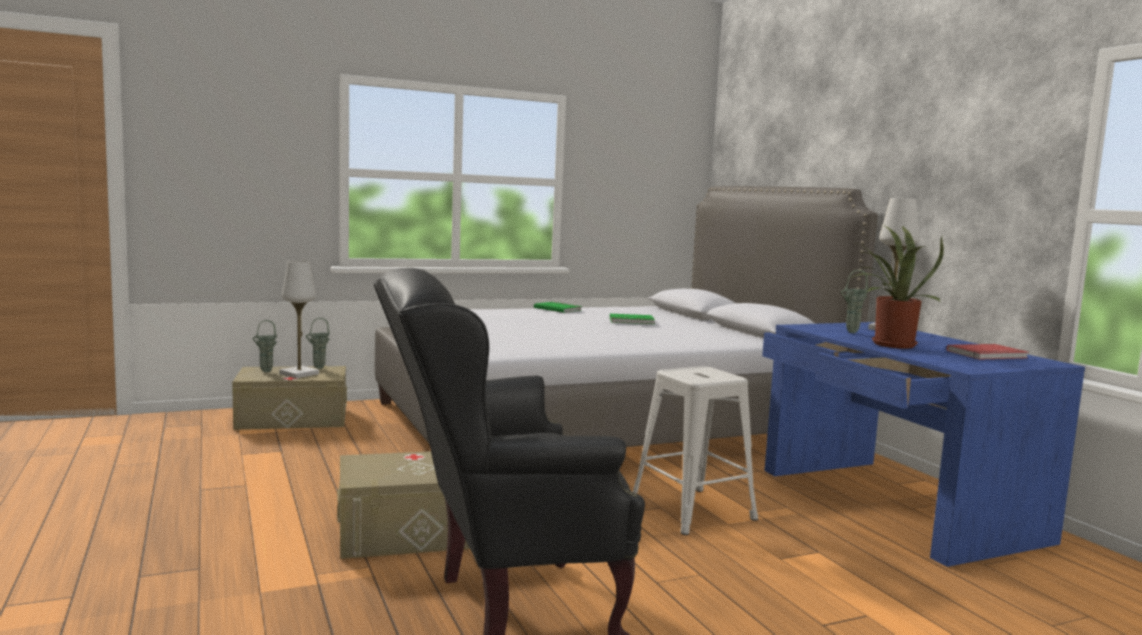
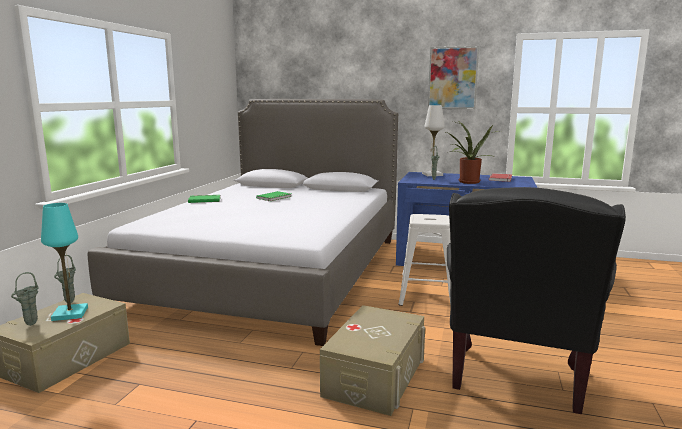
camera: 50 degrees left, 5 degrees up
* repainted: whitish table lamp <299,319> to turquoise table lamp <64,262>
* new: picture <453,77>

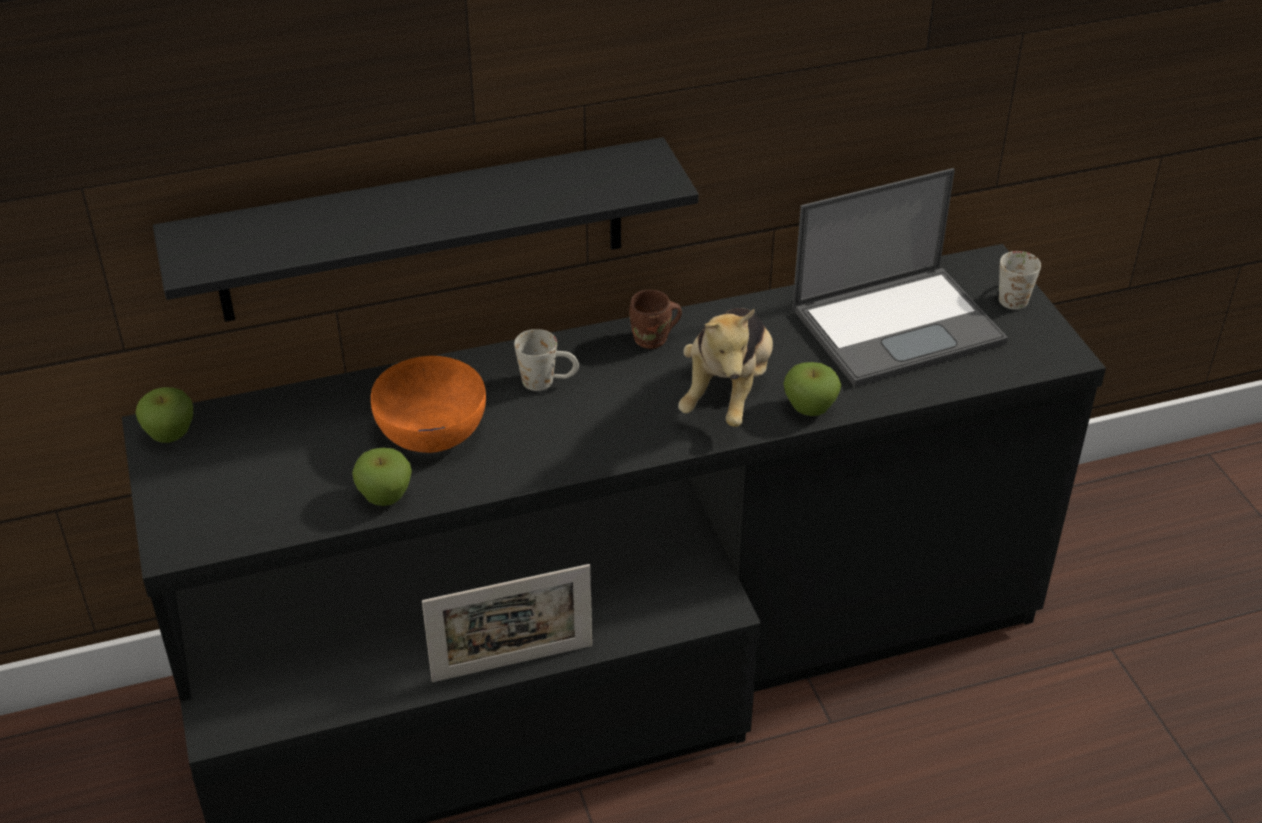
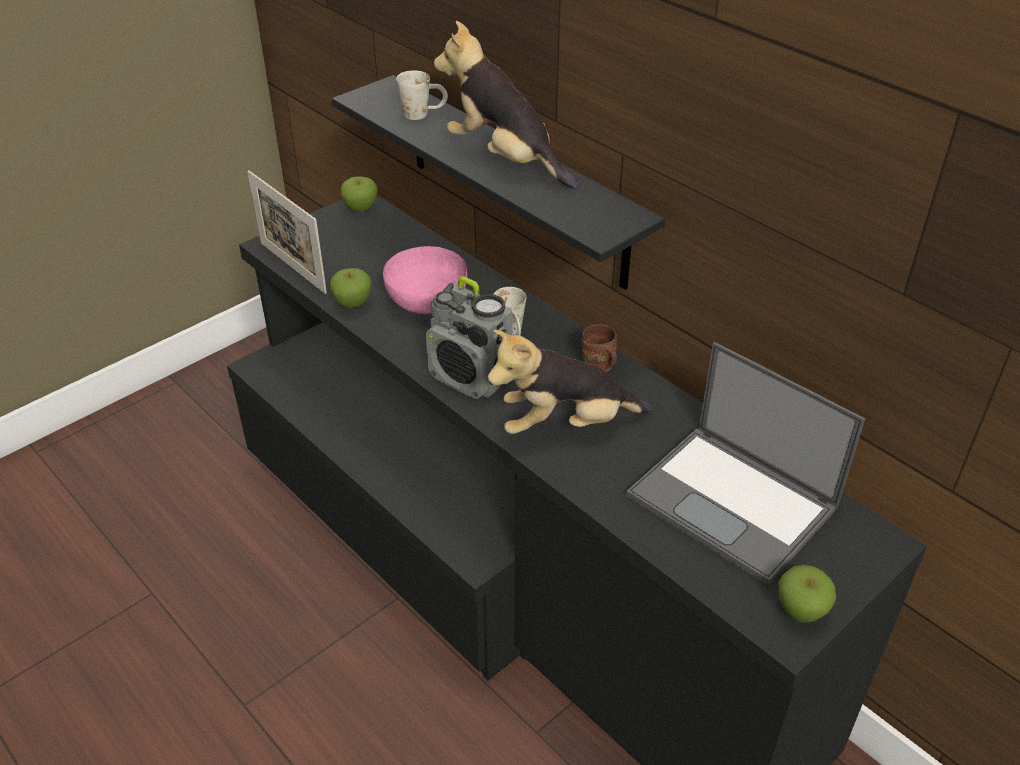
camera: 65 degrees right, 0 degrees up
* shifted: photo frame <507,623> to <287,232>
* repainted: orangey bowl <428,404> to pinkish bowl <425,280>
* shifted: whitish coffee mug <1020,280> to <422,95>
* new: radio set <469,337>
* new: soft toy <506,104>
* shifted: apple fruit <812,389> to <807,594>

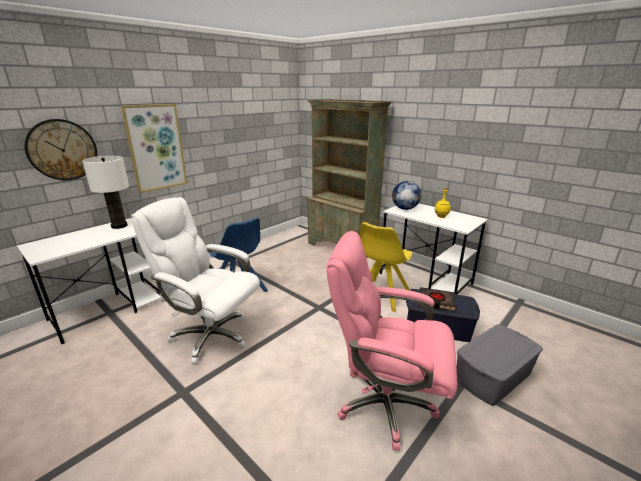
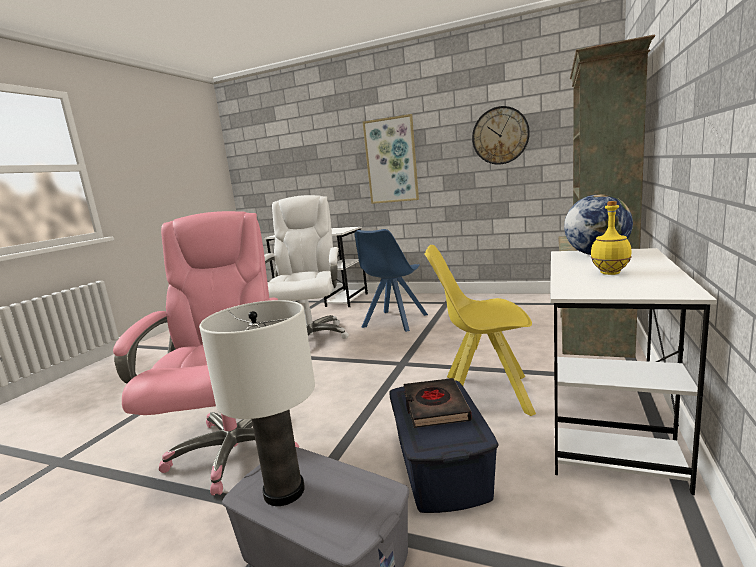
camera: 70 degrees right, 10 degrees down
* shifted: whitish table lamp <105,192> to <257,403>
* shifted: clock on the wall <60,149> to <501,135>

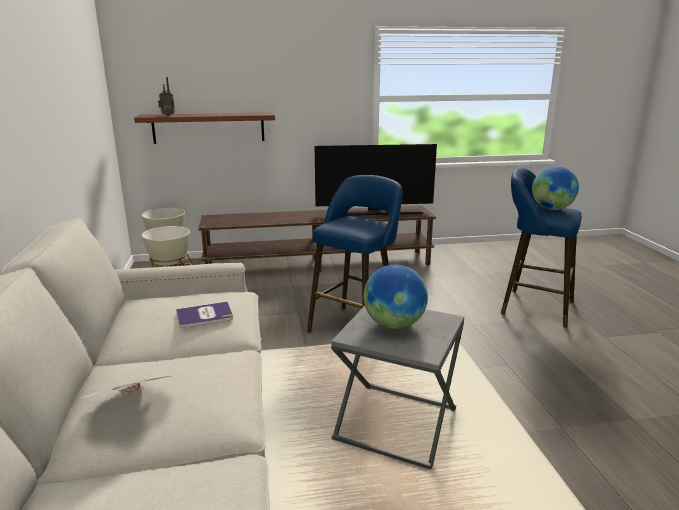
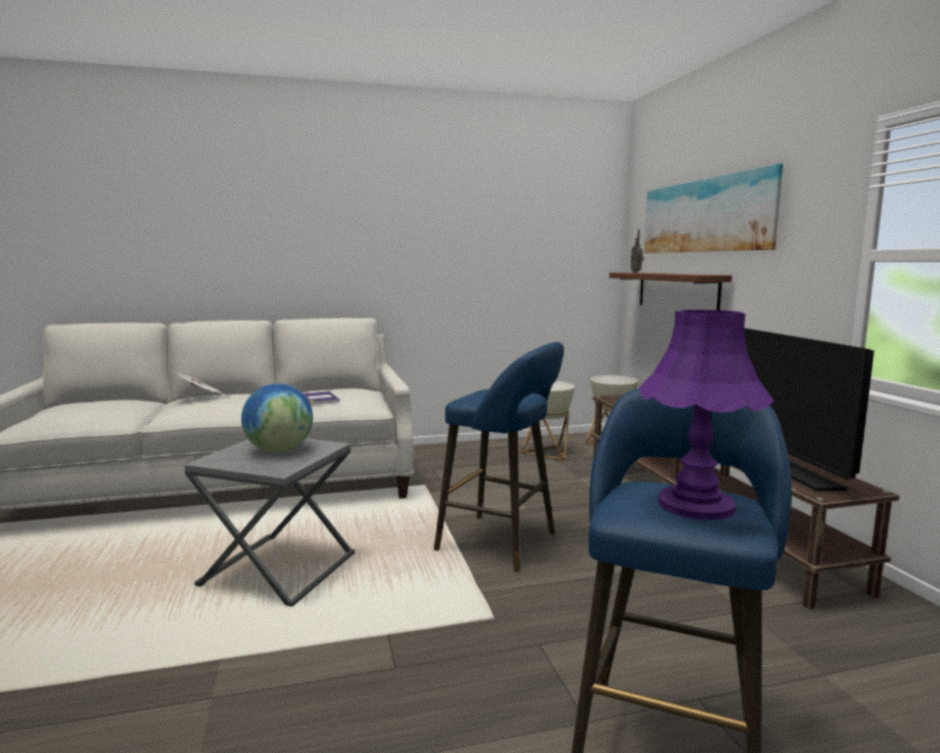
camera: 85 degrees right, 10 degrees down
* swapped: world globe <555,188> to purple table lamp <706,415>
* new: picture <713,208>

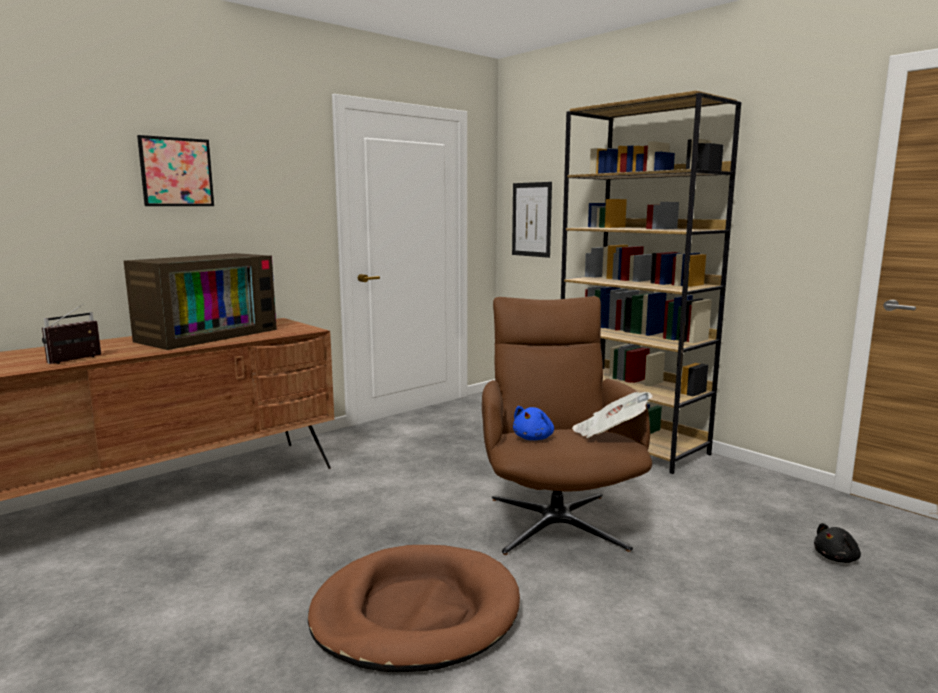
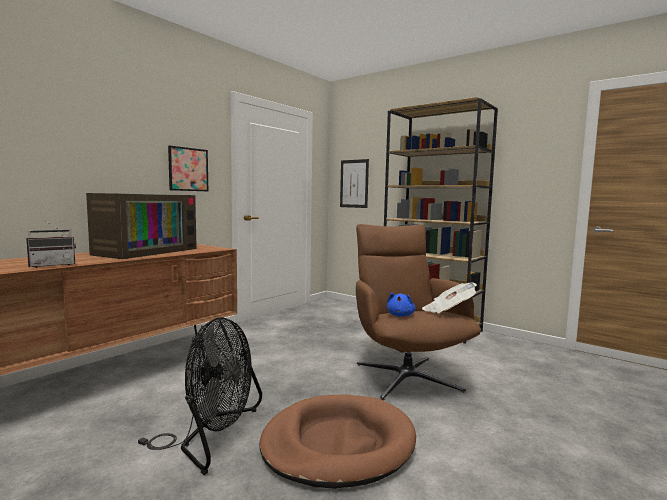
camera: 10 degrees left, 5 degrees down
* rotated: radio set <71,334> = <51,244> 150 degrees counterclockwise
* new: black cooling fan <200,396>
* shifted: picture <175,170> to <188,168>
* gone: black soft toy <837,543>

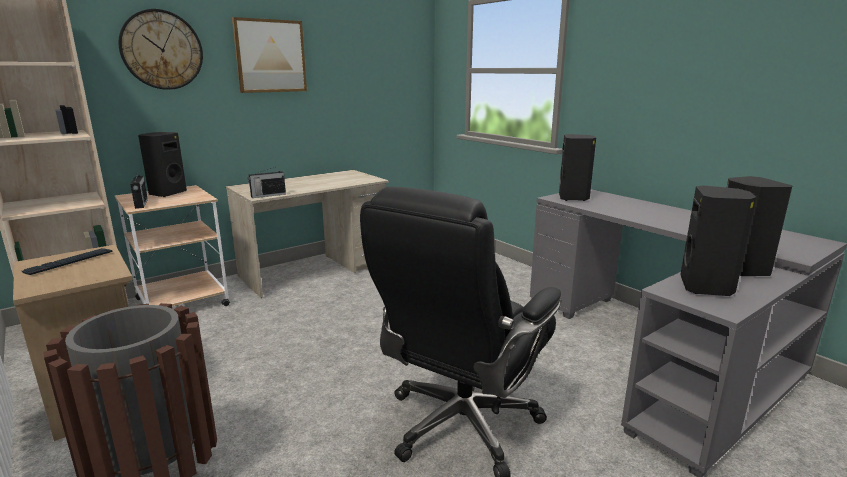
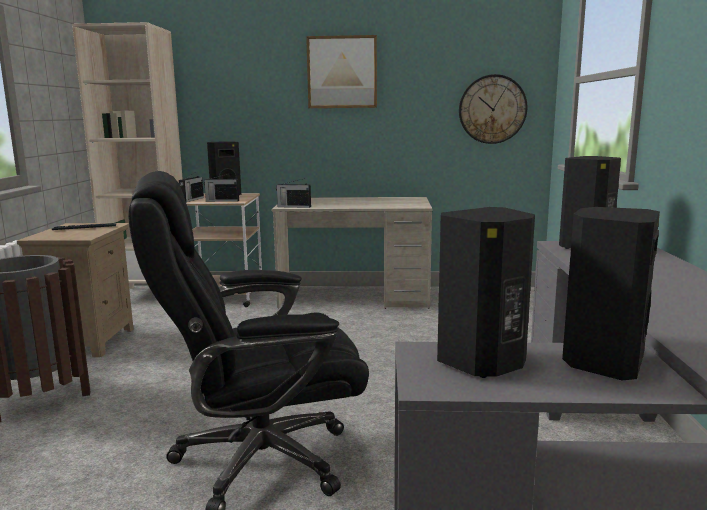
camera: 40 degrees right, 5 degrees down
* new: radio set <221,188>
* shifted: clock on the wall <160,49> to <493,109>

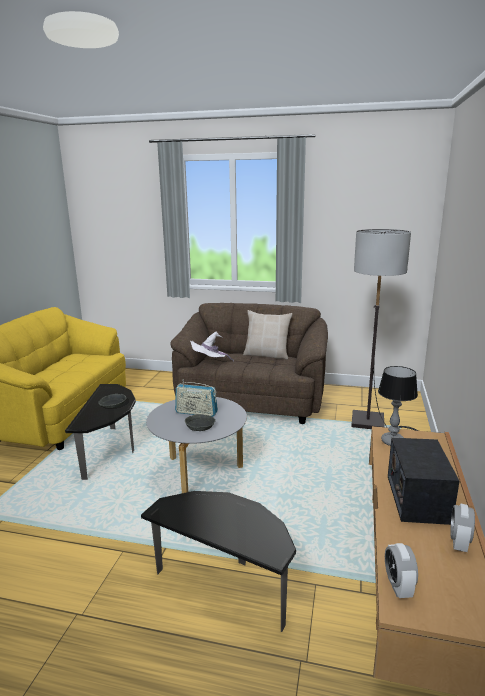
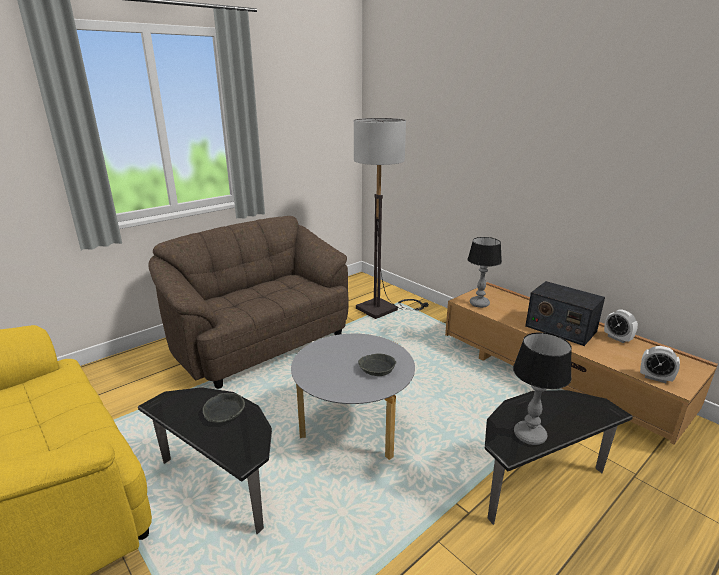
camera: 55 degrees left, 5 degrees up
* new: table lamp <542,388>
* gone: radio set <196,398>
* gone: whitish wearable hat <212,347>
* gone: sand-coloured cushion <268,335>

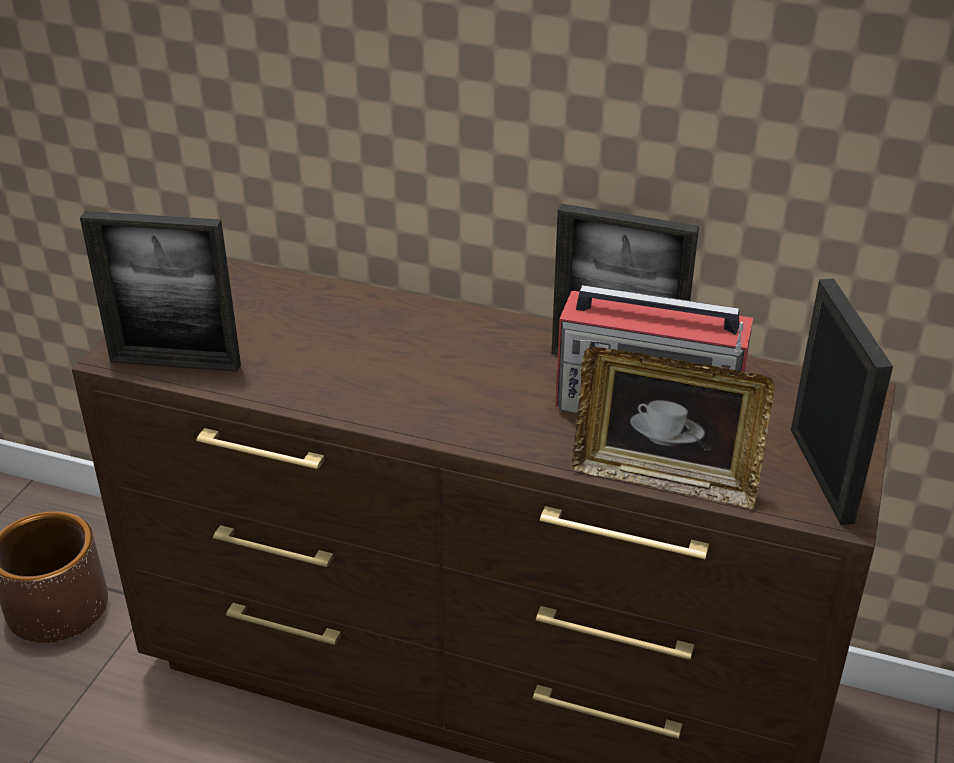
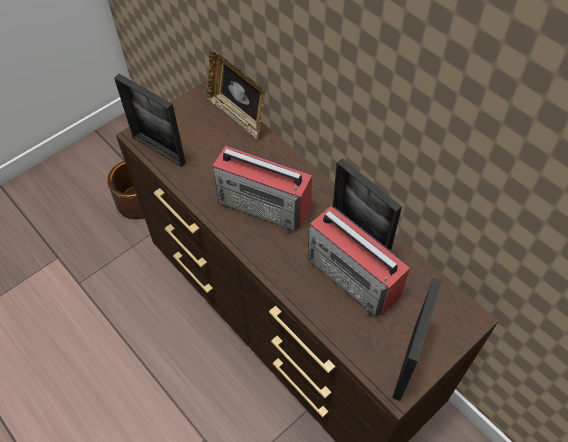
camera: 30 degrees right, 20 degrees up
* shifted: photo frame <673,428> to <236,95>
* new: radio set <262,188>

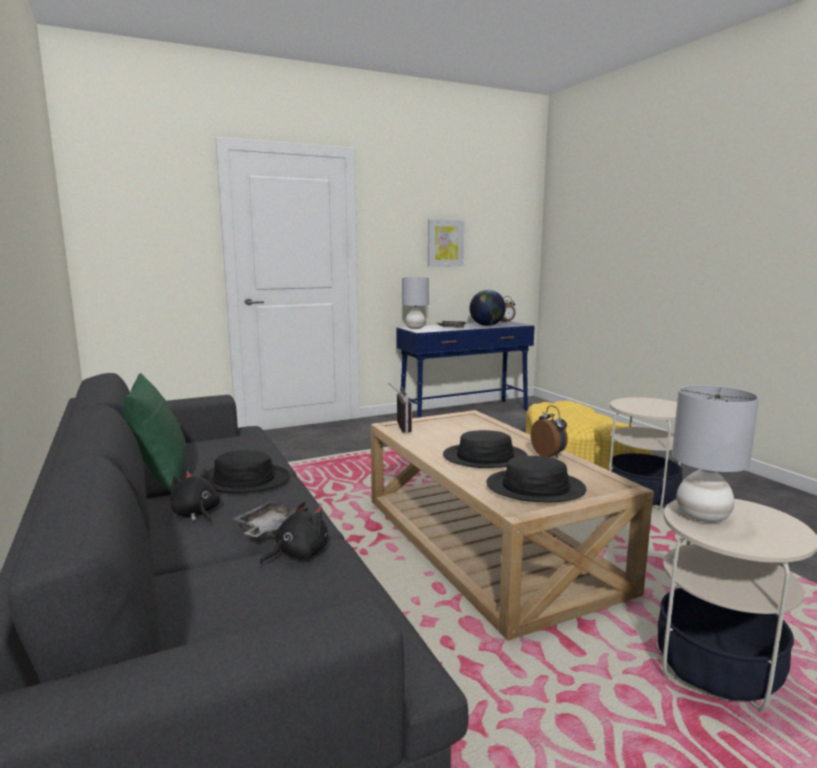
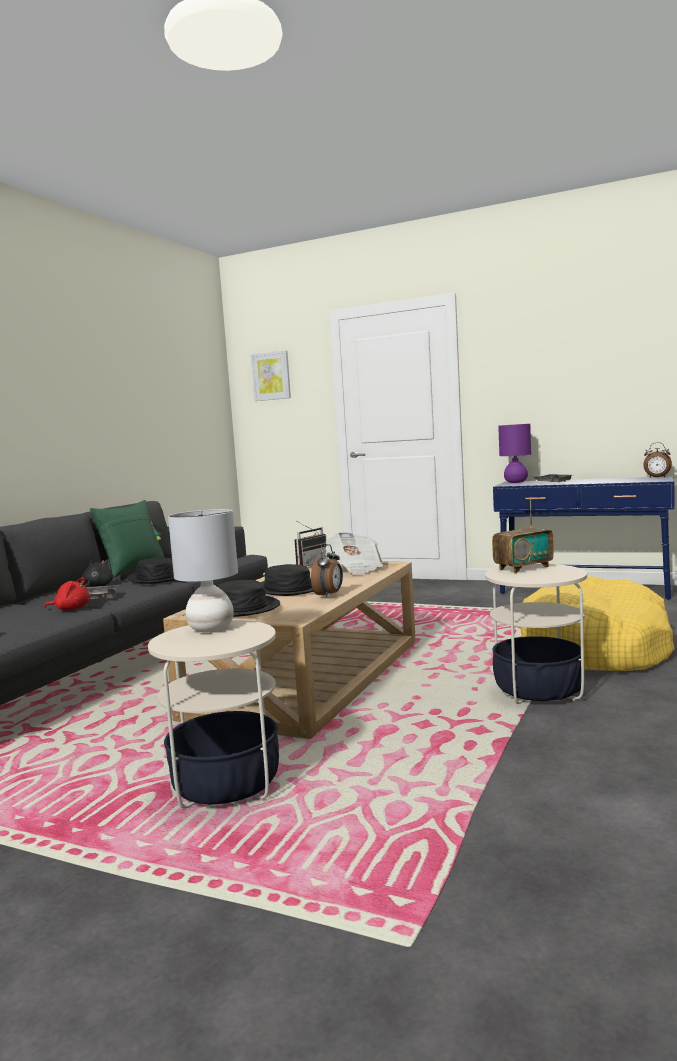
camera: 50 degrees right, 5 degrees down
* repainted: black soft toy <293,533> to red-coloured soft toy <67,593>
* shifted: picture <446,243> to <271,375>
* new: printed paper <354,553>
* new: radio set <523,535>
* repainted: grey table lamp <415,303> to purple table lamp <514,453>
* gone: world globe <488,308>

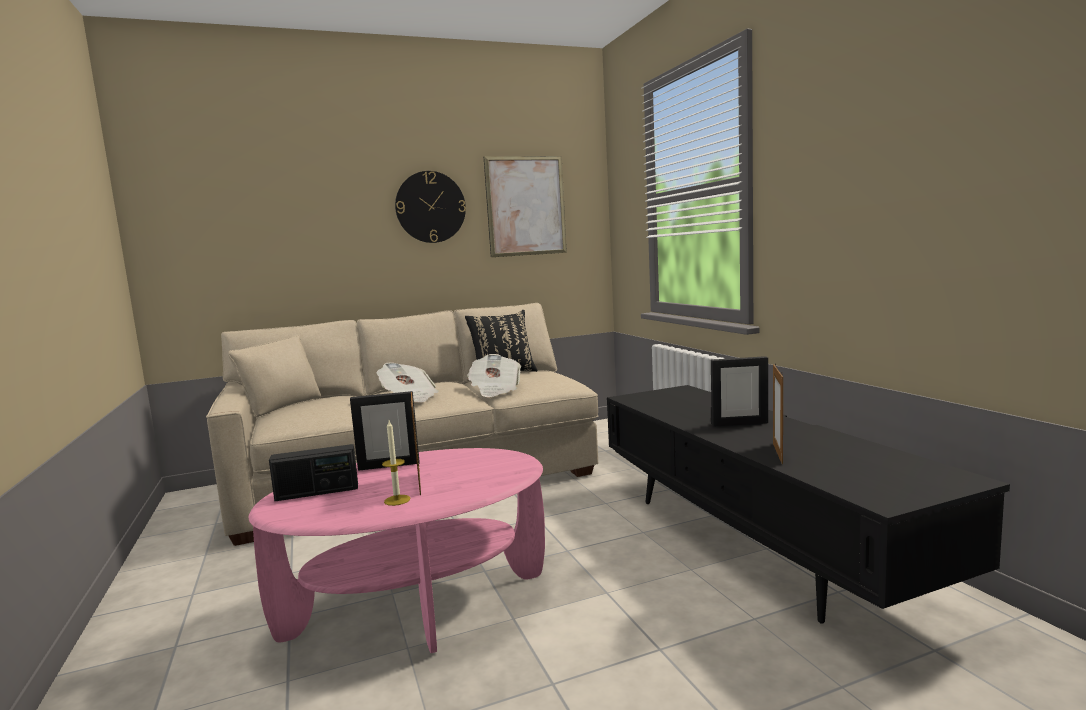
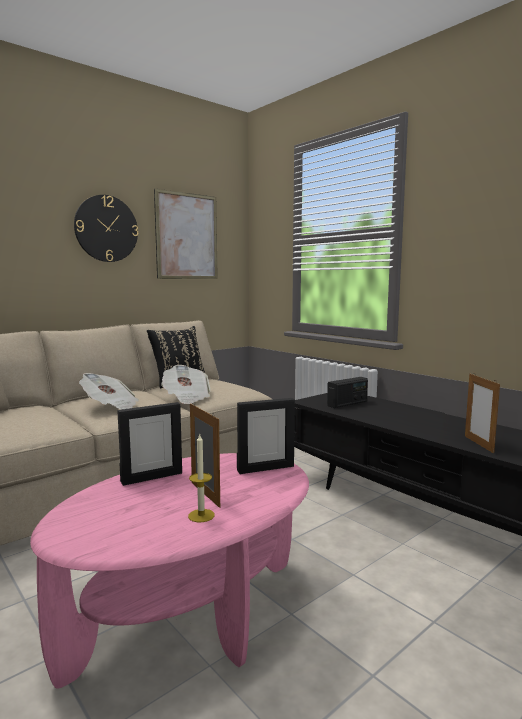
camera: 20 degrees left, 0 degrees up
* shifted: photo frame <739,391> to <266,436>
* shifted: radio set <313,472> to <347,392>

